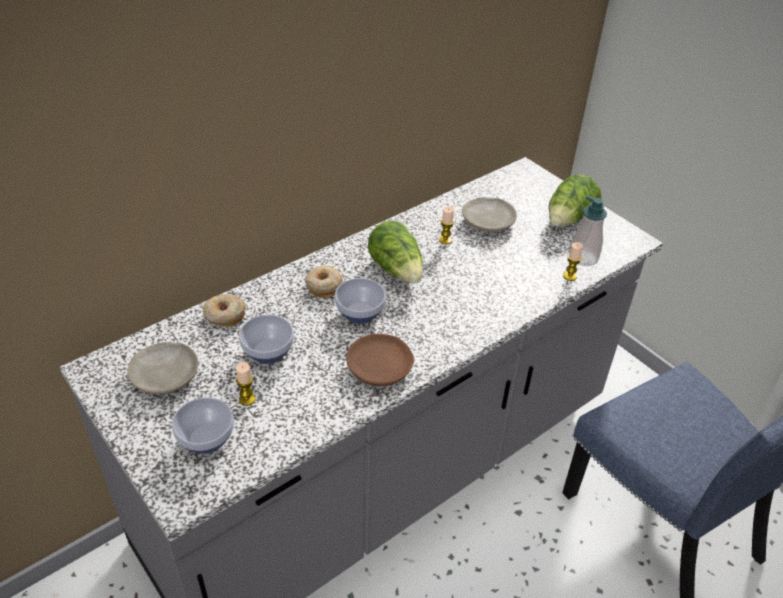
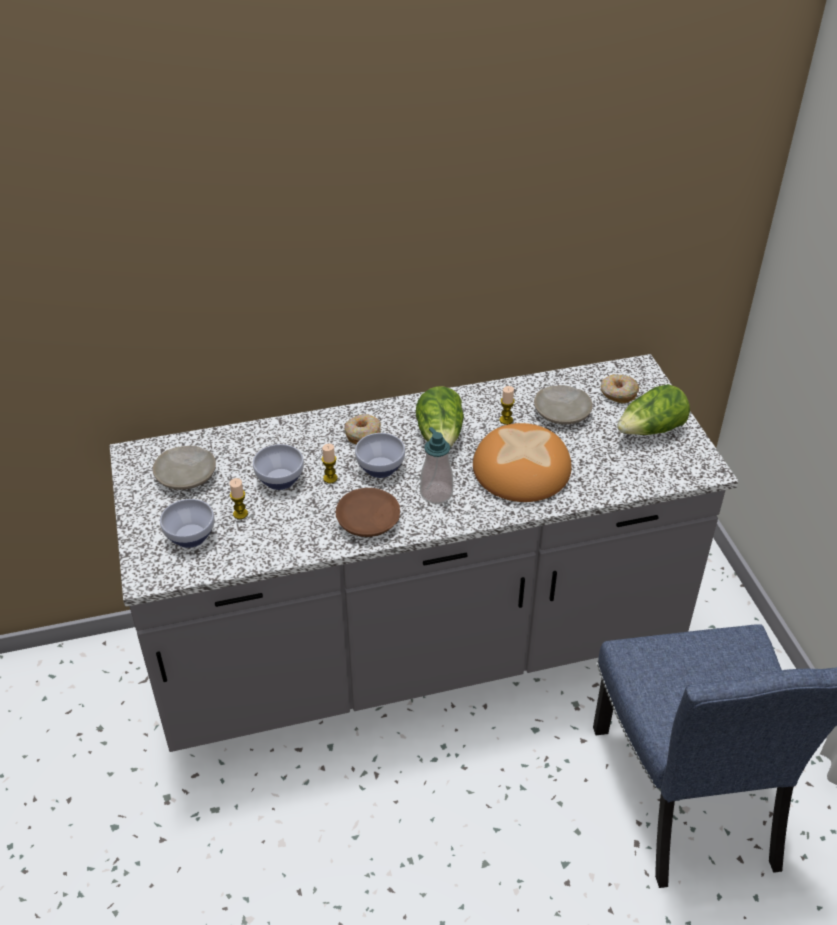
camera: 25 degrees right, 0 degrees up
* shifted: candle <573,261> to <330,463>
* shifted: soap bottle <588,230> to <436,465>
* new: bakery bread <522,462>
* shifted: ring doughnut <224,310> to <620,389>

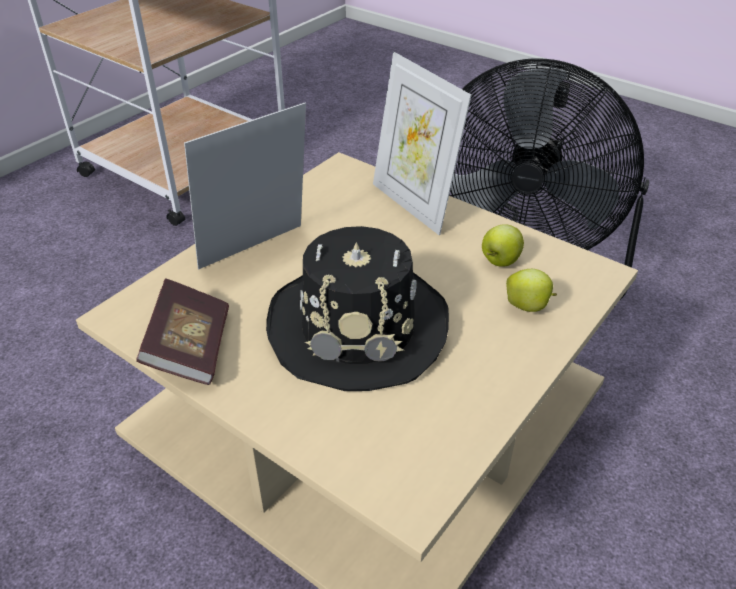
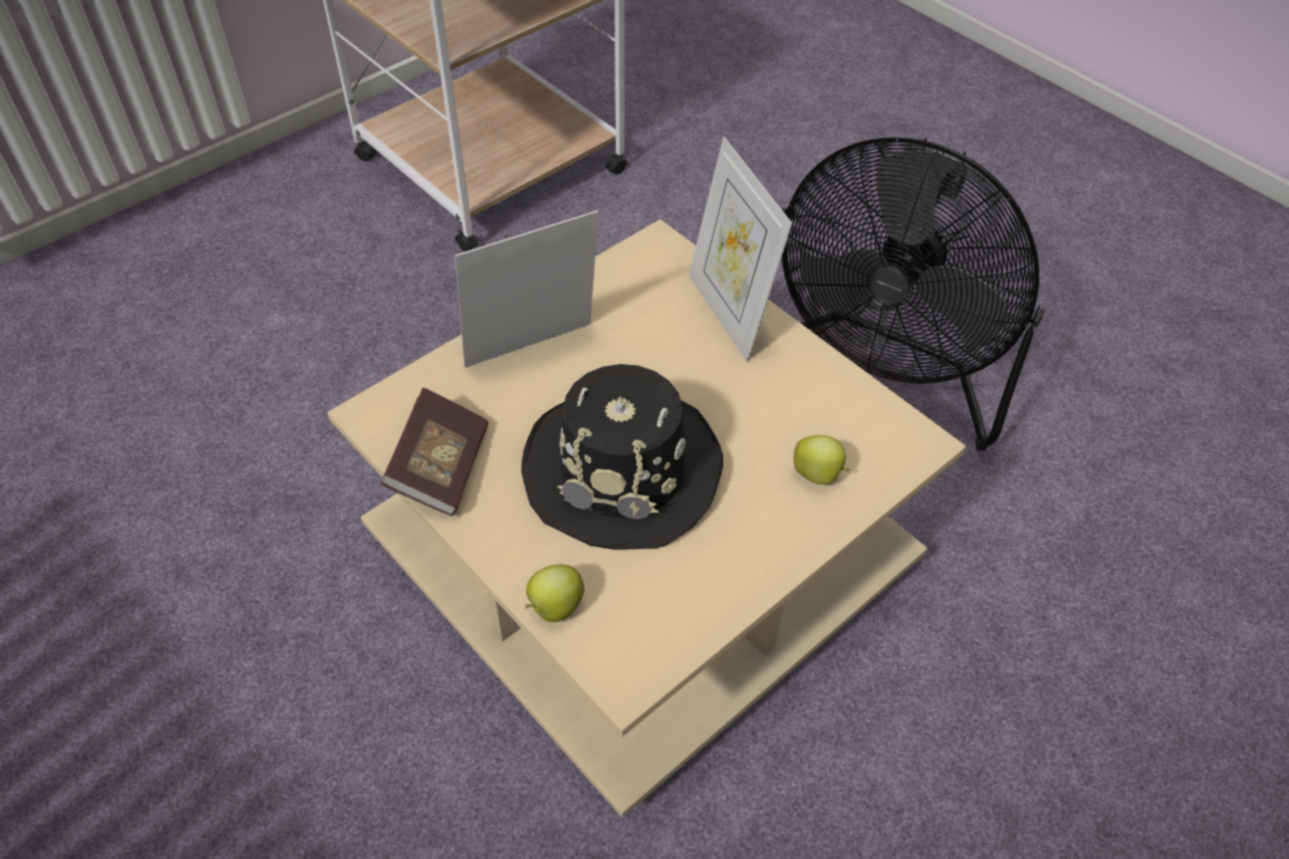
camera: 10 degrees right, 10 degrees up
* shifted: apple fruit <503,245> to <554,593>

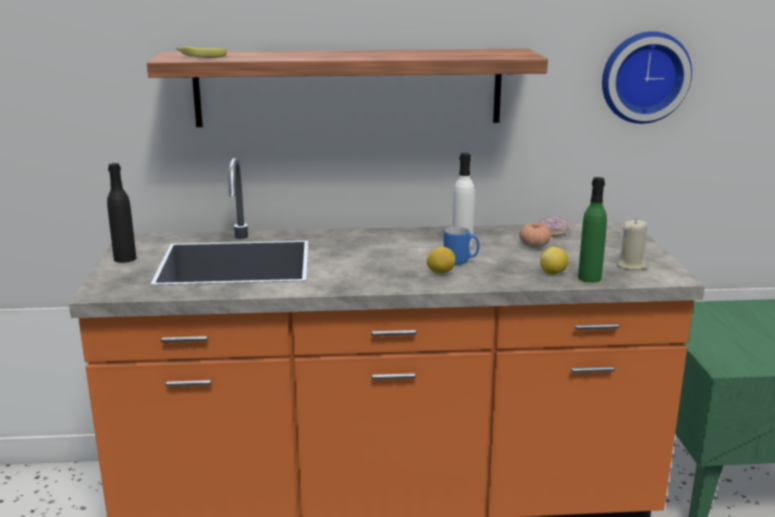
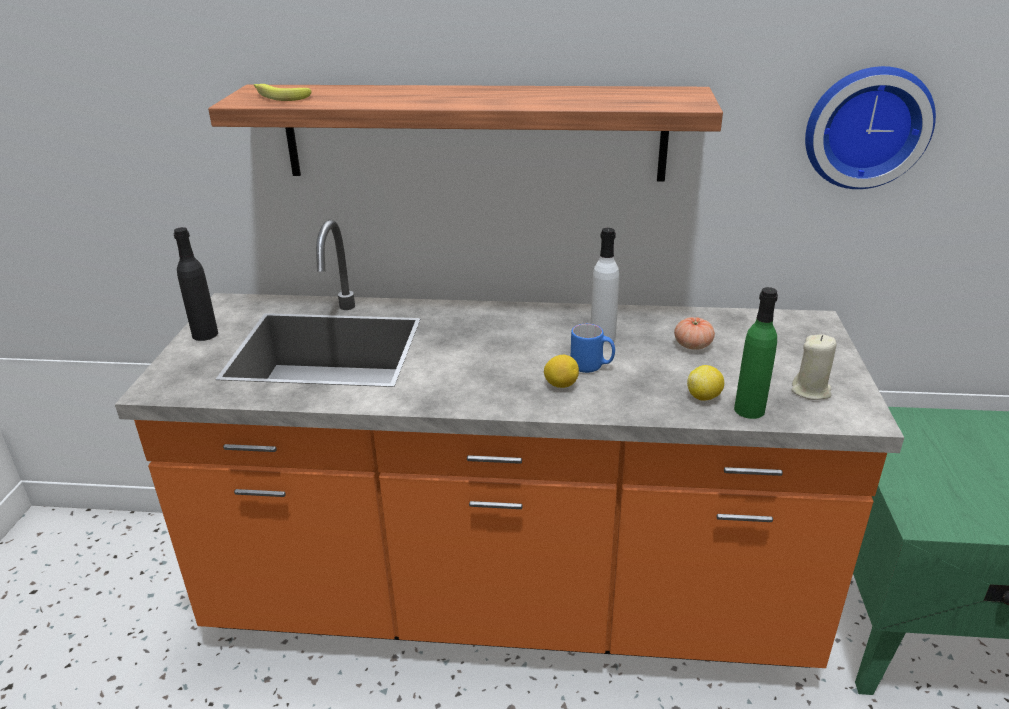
camera: 10 degrees right, 10 degrees up
* gone: ring doughnut <553,227>

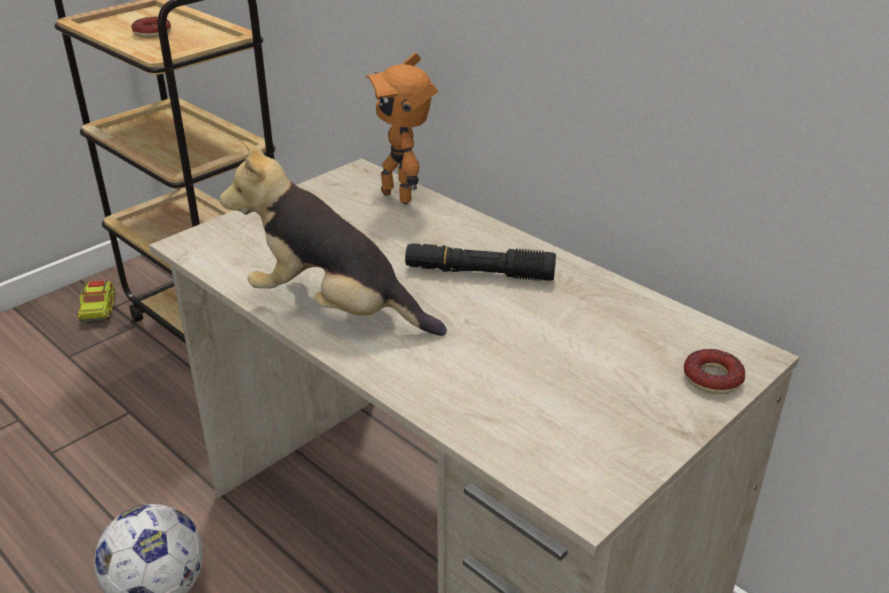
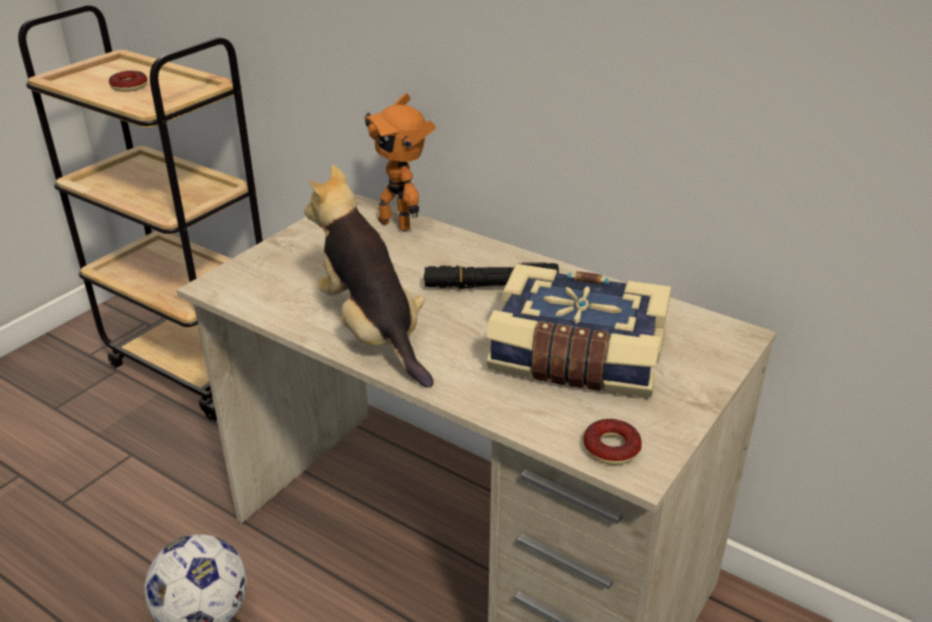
camera: 10 degrees left, 0 degrees up
* rotated: soft toy <333,238> = <369,276> 45 degrees clockwise
* new: book <578,330>
* shifted: ring doughnut <714,371> to <612,442>
* gone: toy lorry <96,301>

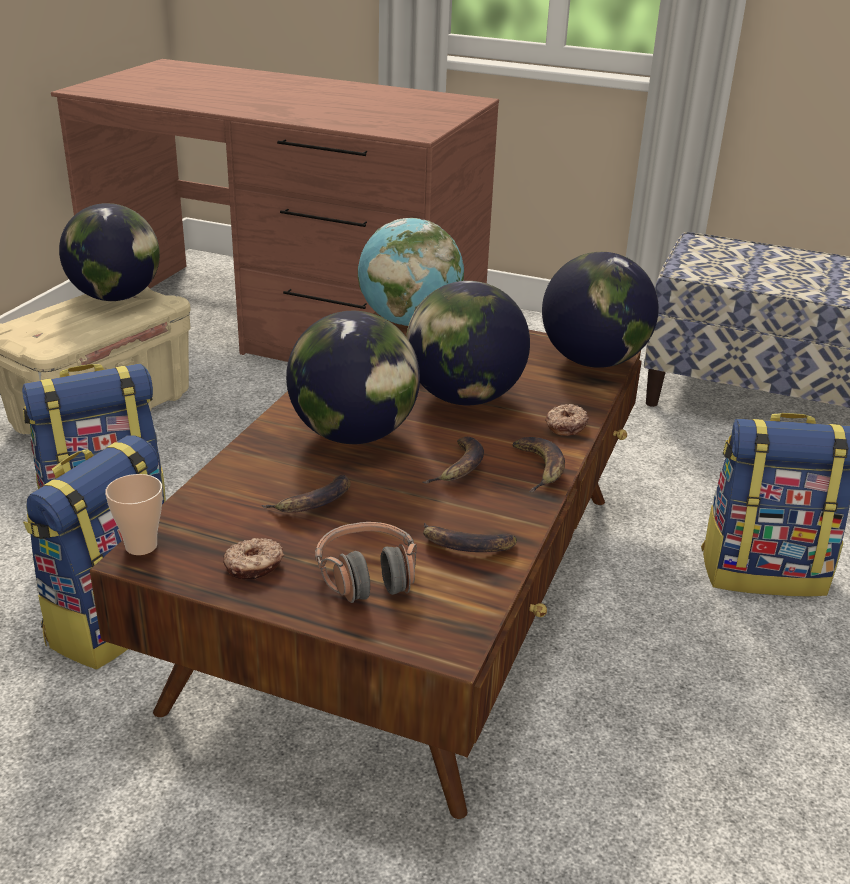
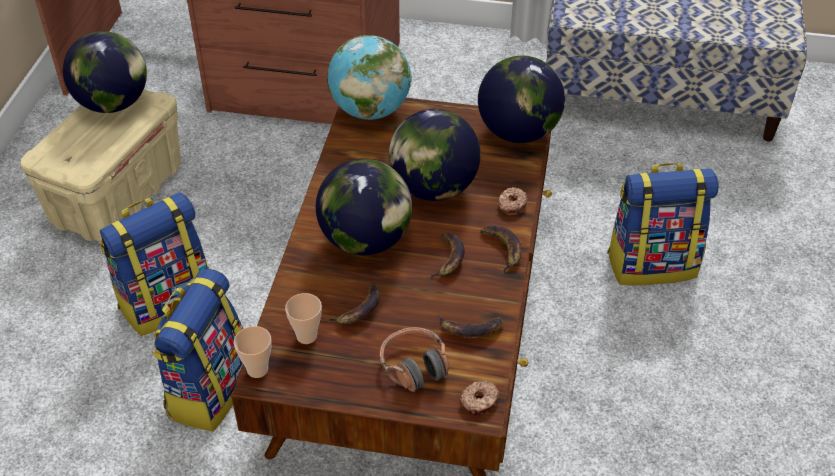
camera: 10 degrees left, 15 degrees up
* new: small cup <303,318>
* shifted: ring doughnut <253,558> to <479,398>

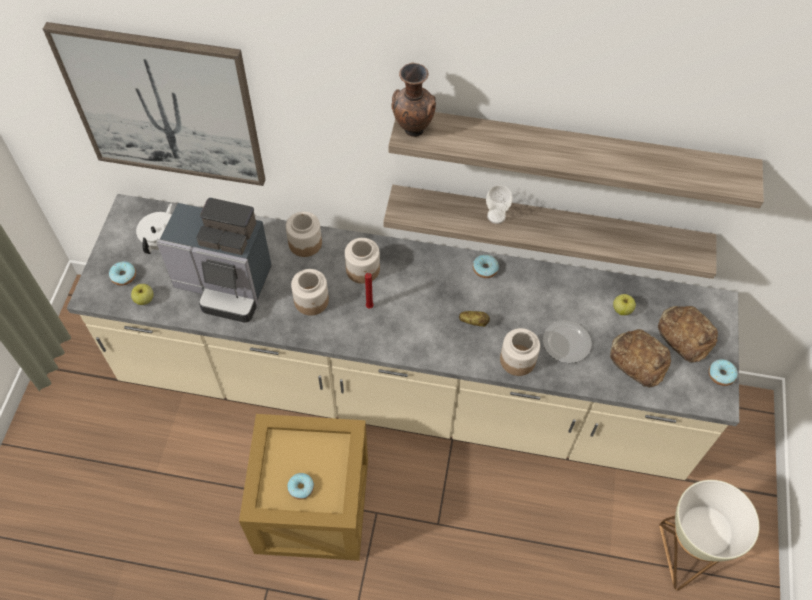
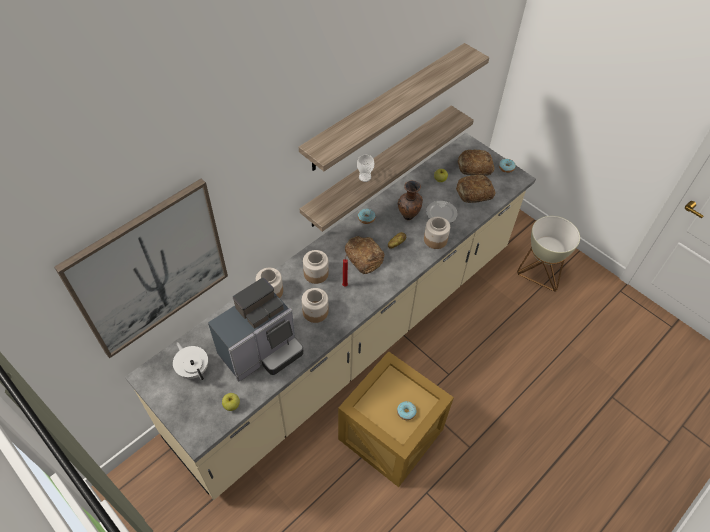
camera: 55 degrees left, 5 degrees down
* new: bakery bread <364,255>
* shifted: brown flower vase <413,100> to <410,200>
* gone: ring doughnut <122,273>

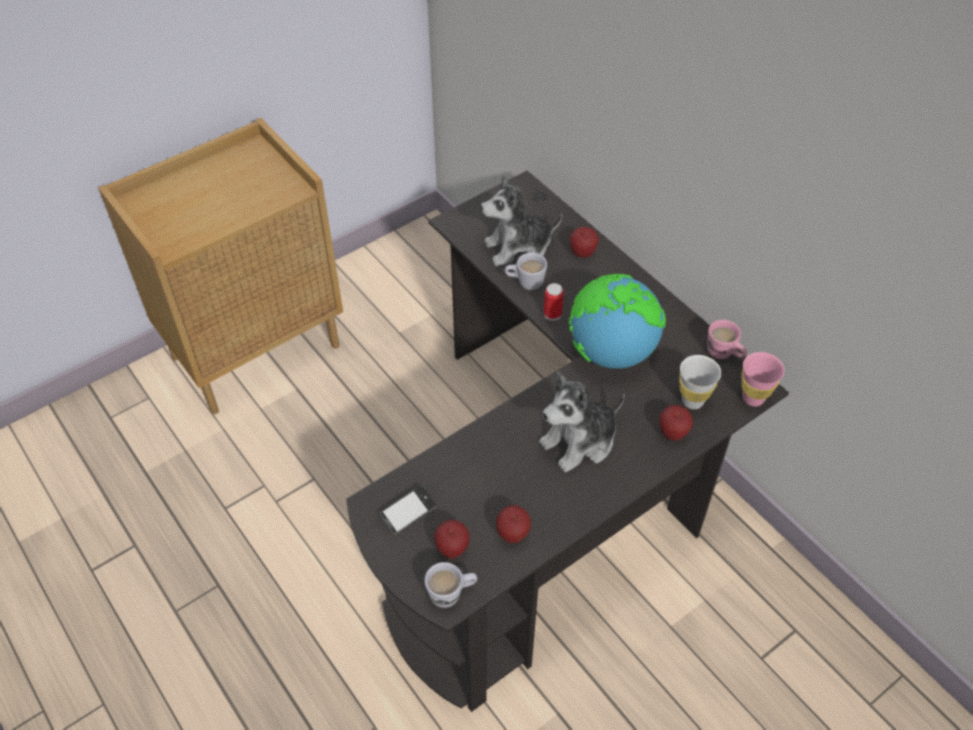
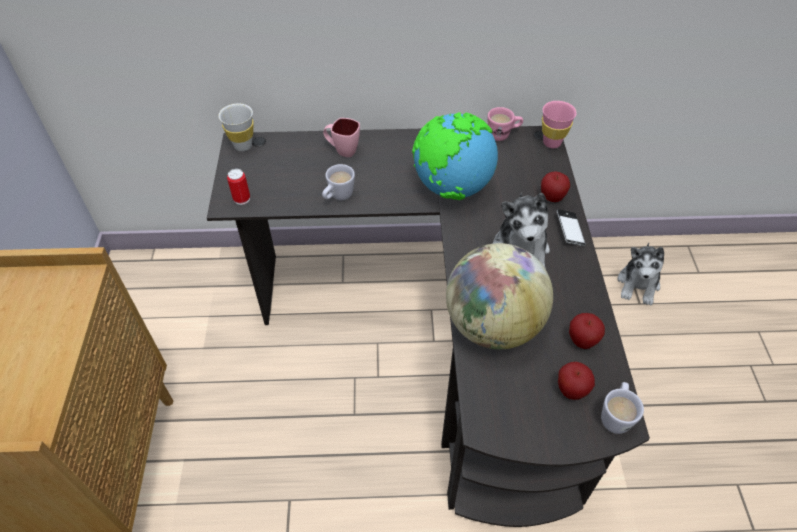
camera: 55 degrees left, 0 degrees up
* shifted: whitish small cup <700,382> to <236,127>
* shifted: metal can <554,302> to <238,187>
* swapped: apple fruit <584,242> to pinkish coffee mug <341,137>
* new: world globe <499,296>
* shifted: handset <408,509> to <571,227>
* shifted: soft toy <522,221> to <641,274>

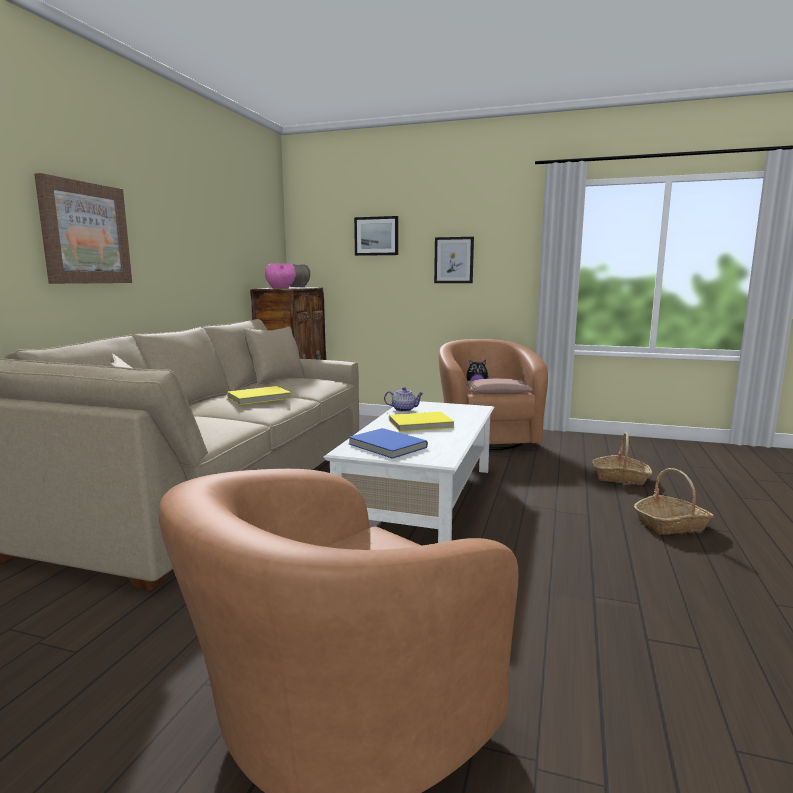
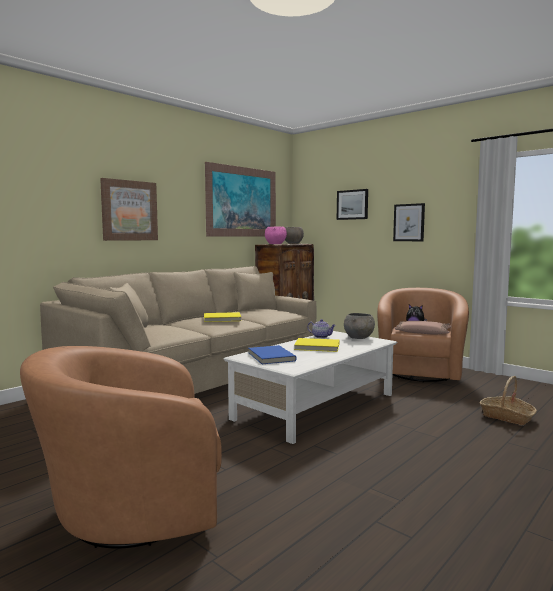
camera: 25 degrees right, 5 degrees down
* new: picture <240,199>
* new: grey bowl <359,326>
* gone: household basket <674,501>

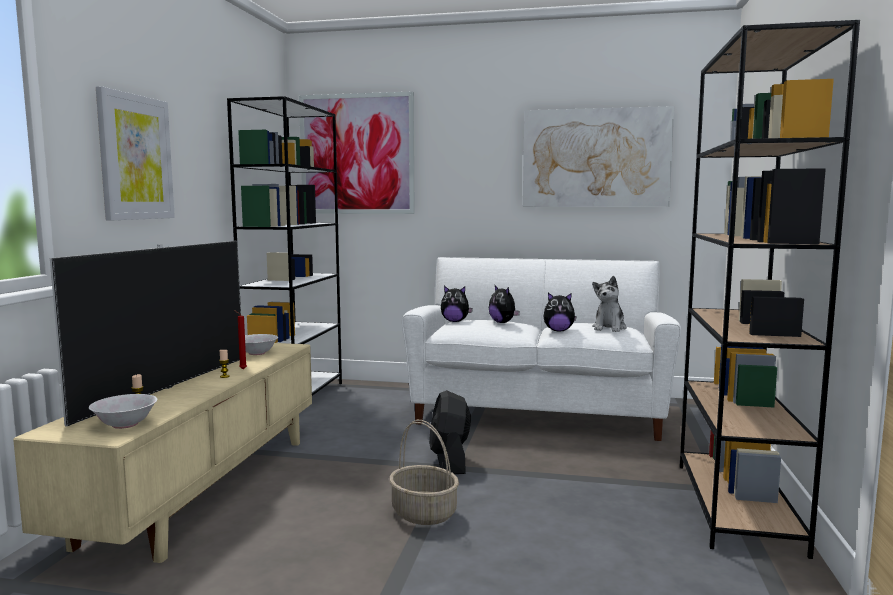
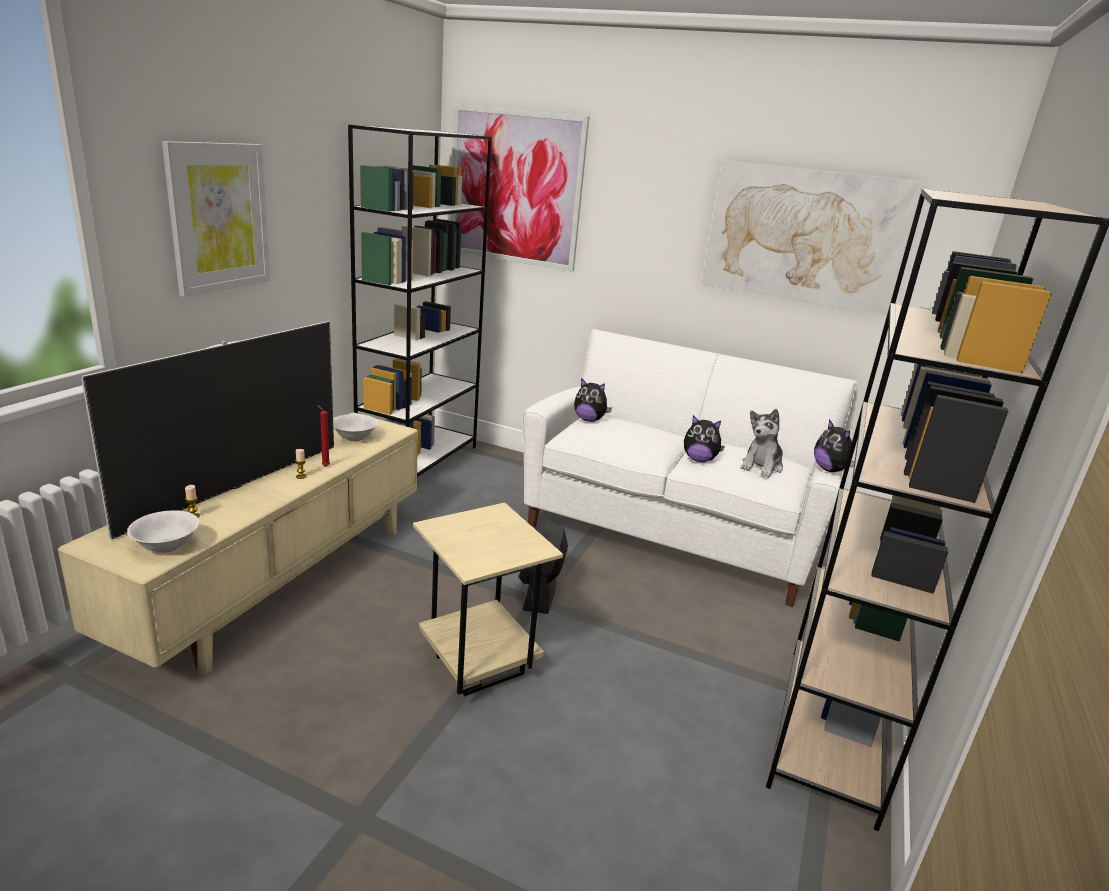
camera: 10 degrees right, 15 degrees up
* swapped: household basket <424,472> to sand-coloured side table <488,599>
* shifted: soft toy <504,304> to <834,445>

